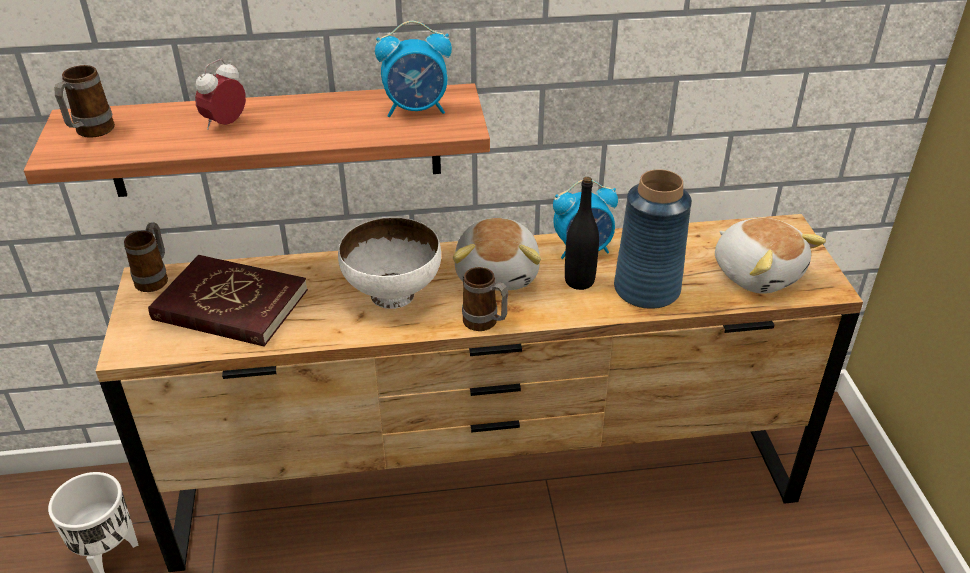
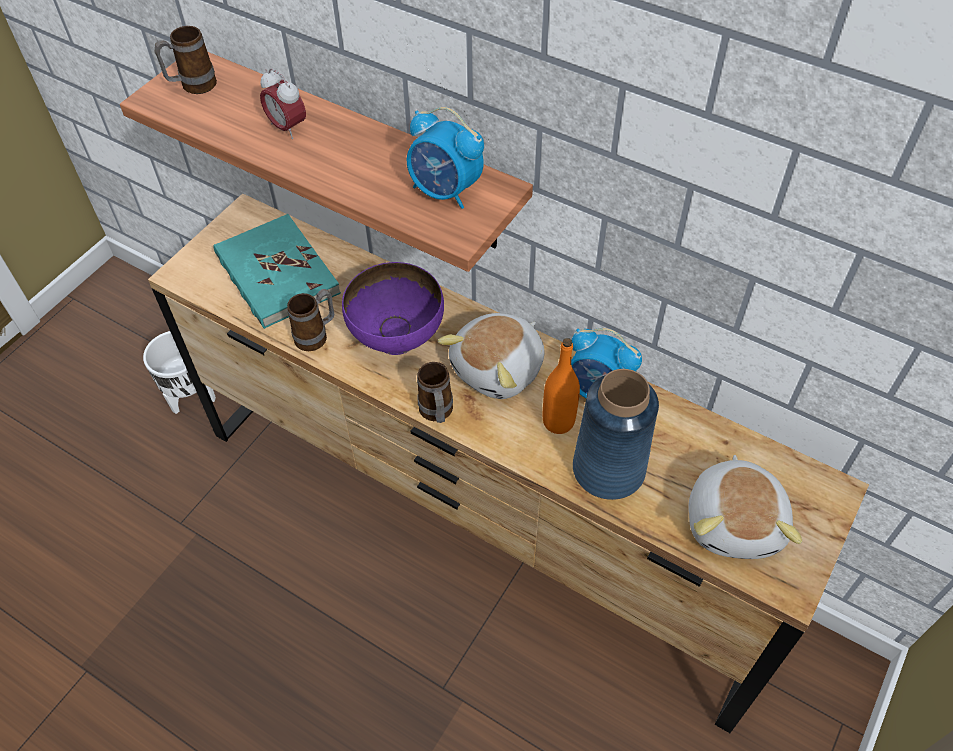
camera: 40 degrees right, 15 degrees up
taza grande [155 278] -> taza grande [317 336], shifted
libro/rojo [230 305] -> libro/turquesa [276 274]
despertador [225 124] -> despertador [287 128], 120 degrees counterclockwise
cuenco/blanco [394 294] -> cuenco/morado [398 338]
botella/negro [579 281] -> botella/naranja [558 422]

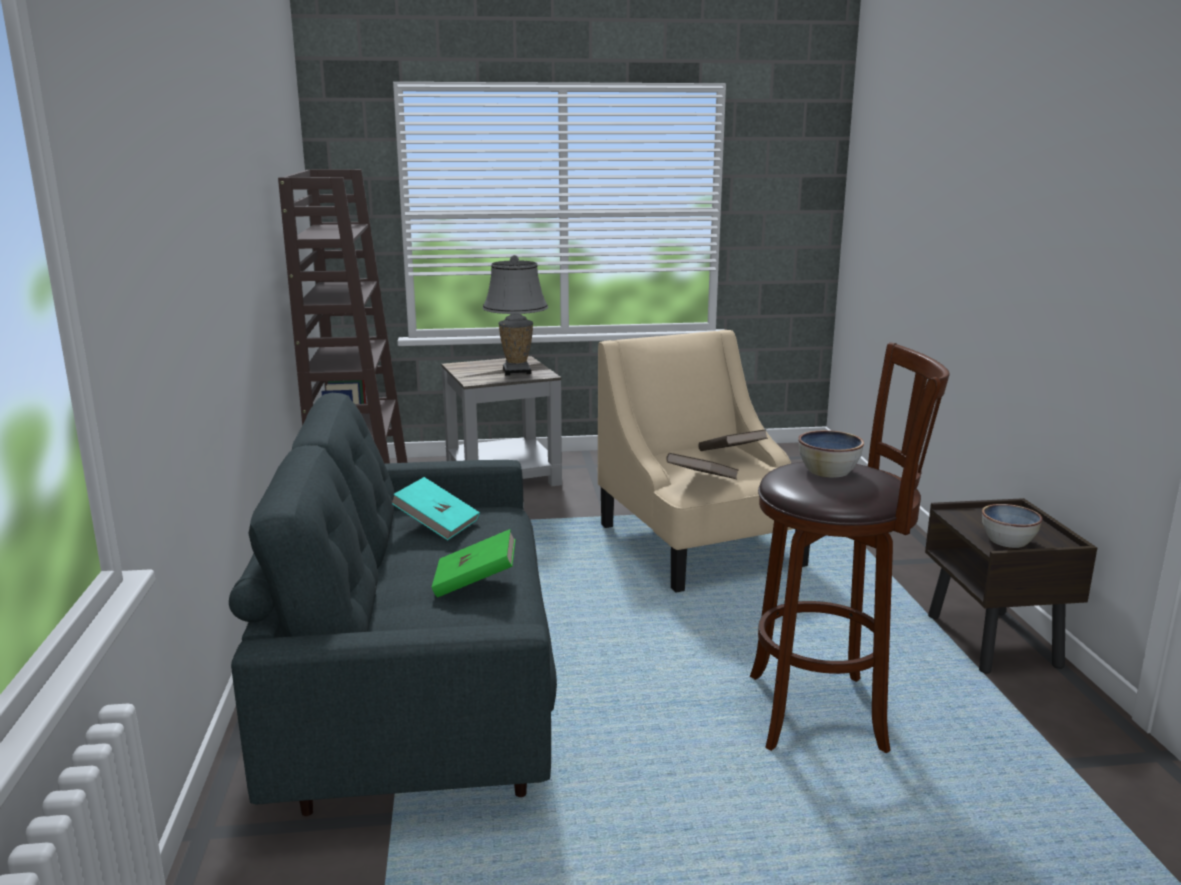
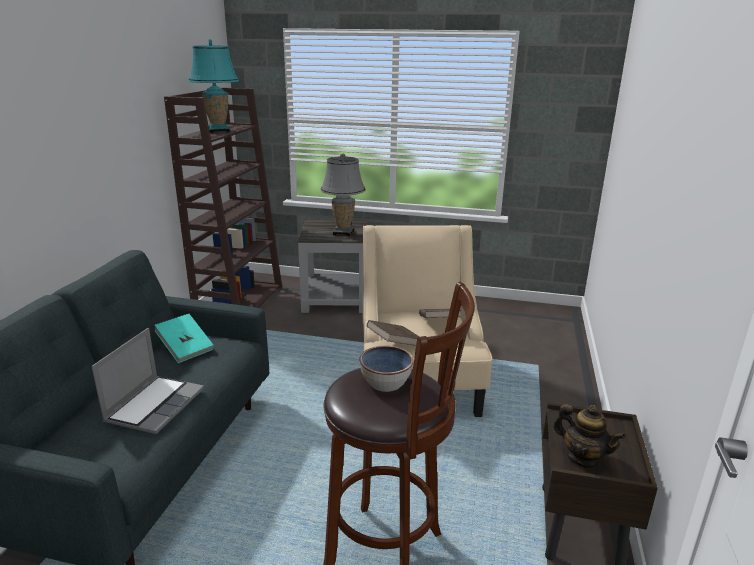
camera: 20 degrees right, 5 degrees up
libro/verde [475 583] -> portátil [155 405]
cuenco [1007 541] -> tetera [583 458]
none -> lámpara de mesa/turquesa [218 131]

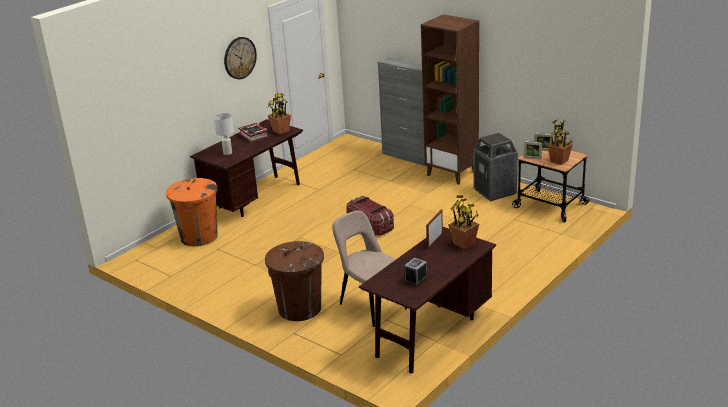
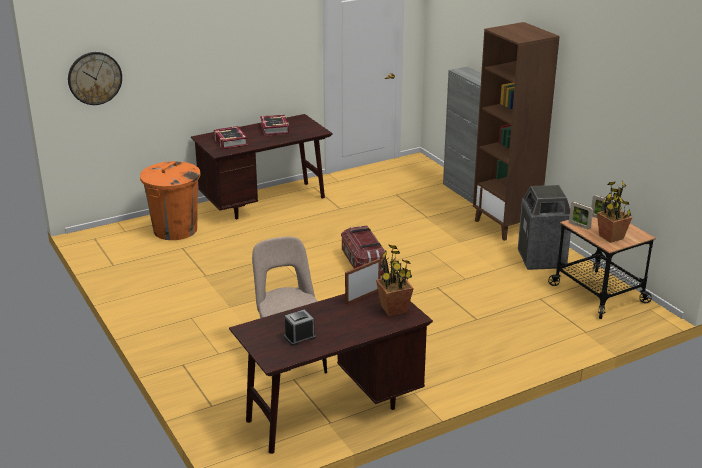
camera: 20 degrees right, 0 degrees up
lámpara de mesa/blanco [227 153] -> libro [230 141]
reloj de pared [239 58] -> reloj de pared [95 78], shifted
papelera/marrón [299 308] -> none
planta en maceta [280 131] -> none

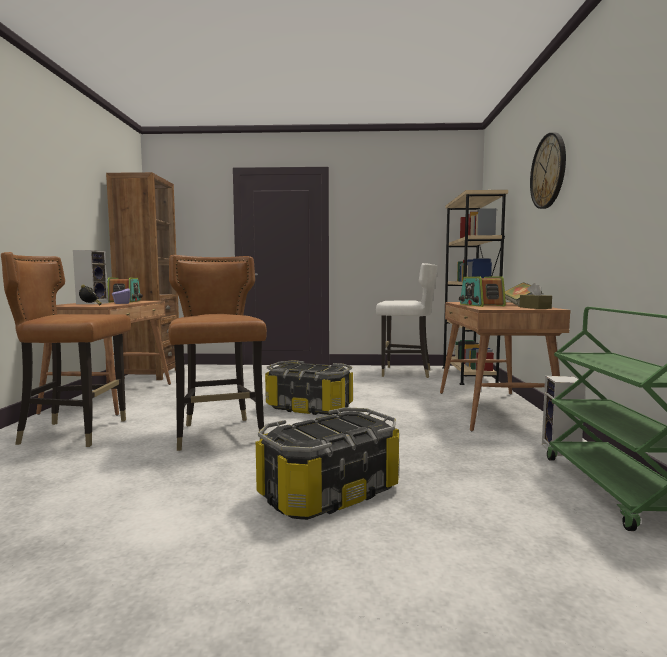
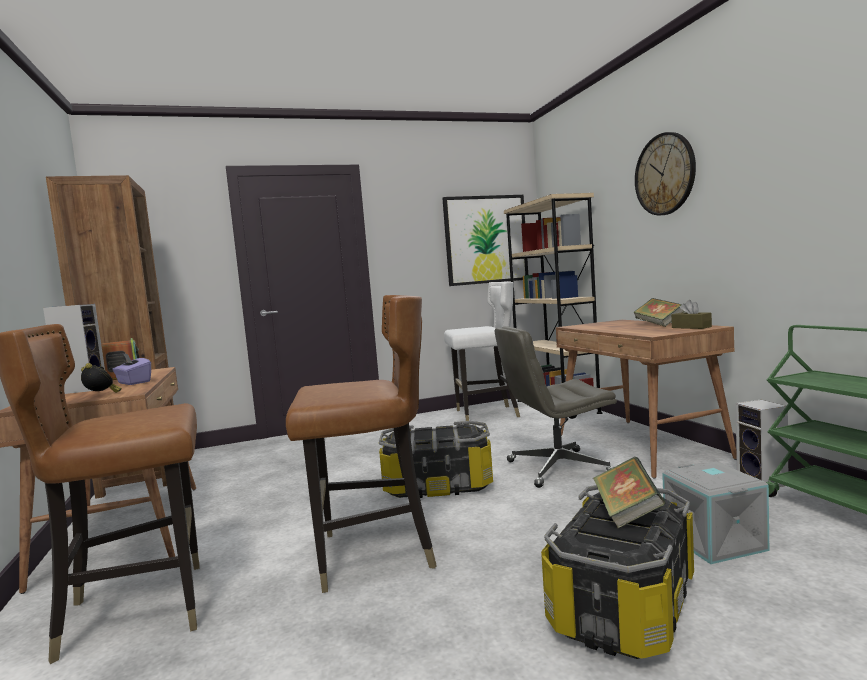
camera: 20 degrees left, 0 degrees up
silla/marrón [220 434] -> silla/marrón [373 554], 120 degrees clockwise
radio [481 305] -> none
none -> cuadro [485 240]
none -> silla de oficina/gris [557 468]
none -> libro [627 513]
none -> caja de almacenaje/gris [716 541]

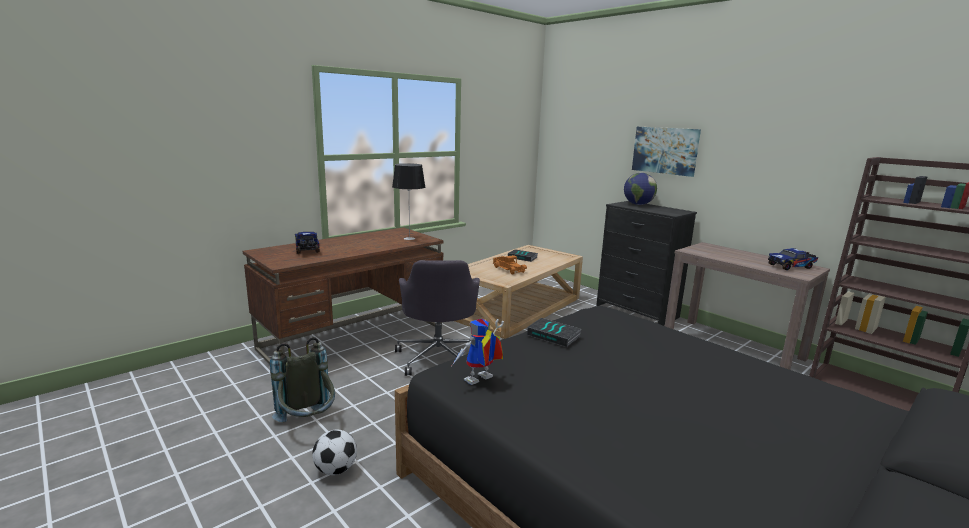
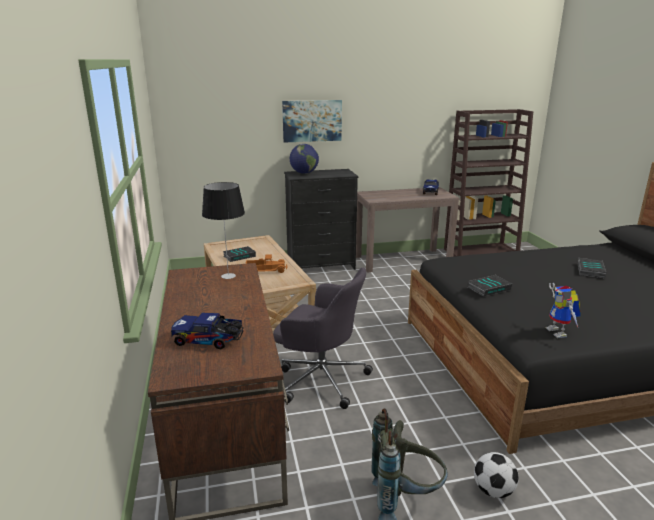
camera: 60 degrees left, 5 degrees up
none -> libro [589 270]

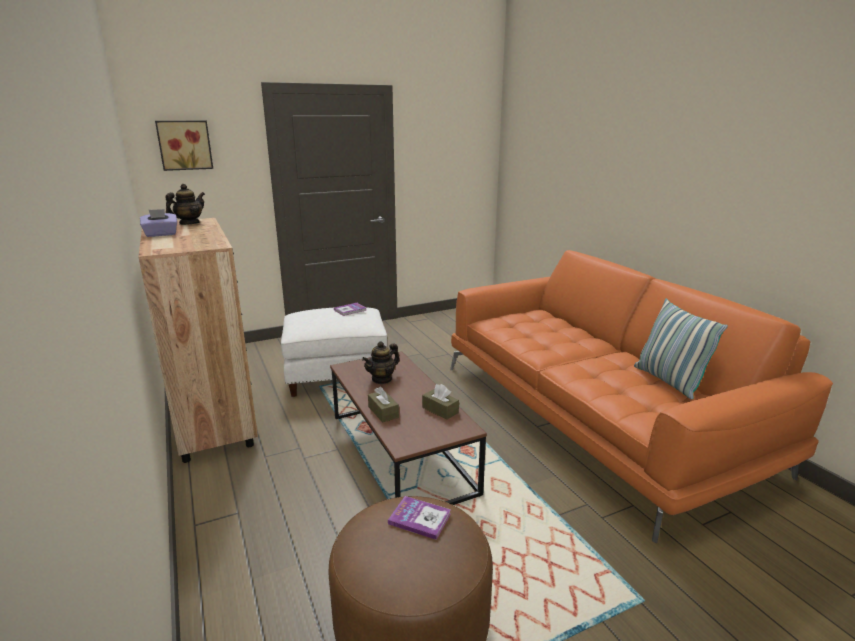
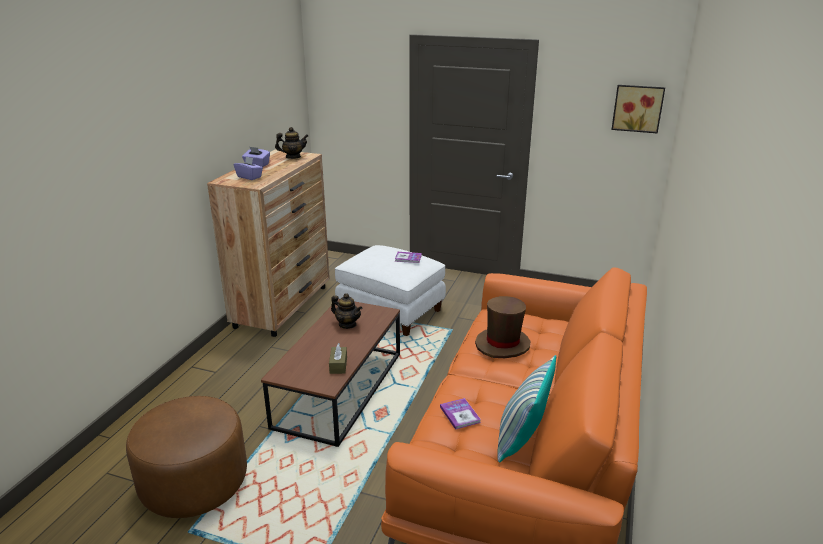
camera: 45 degrees right, 5 degrees up
cuadro [184 145] -> cuadro [637 108], shifted
tetera [382 379] -> tetera [347 324], 150 degrees counterclockwise
caja de pañuelos/marrón [383 412] -> none
libro [419 518] -> libro [460 414], shifted
none -> caja de pañuelos/morado [249 177]
none -> sombrero/marrón [502 344]

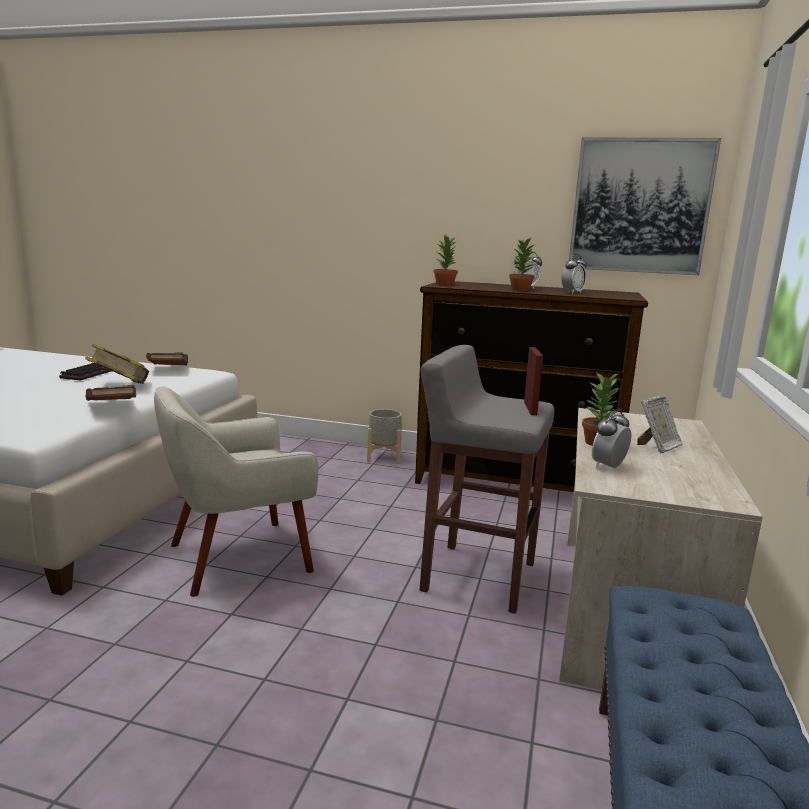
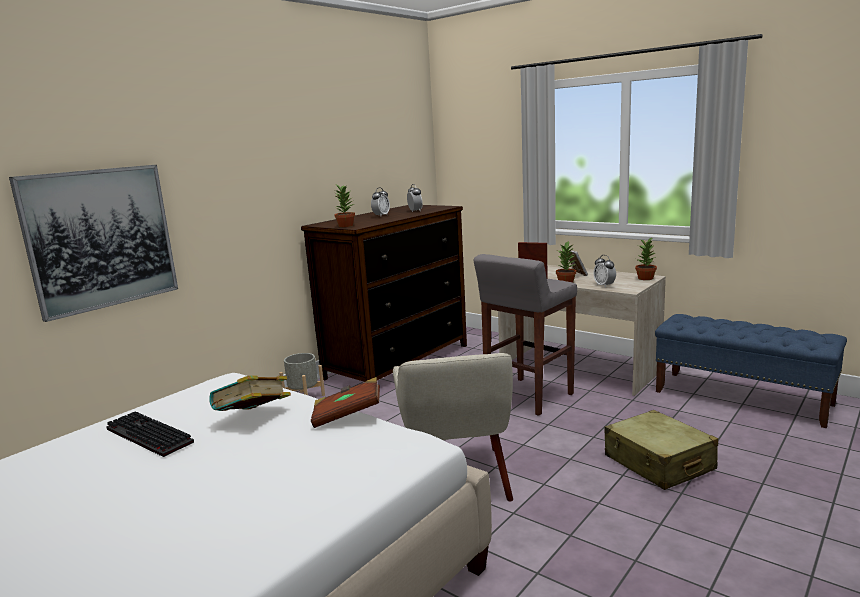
camera: 65 degrees left, 0 degrees up
libro/marrón [169 370] -> none
planta en maceta [520 290] -> planta en maceta [646 278], shifted
cuadro [640 206] -> cuadro [101 238], shifted
none -> maleta/beis [658 463]

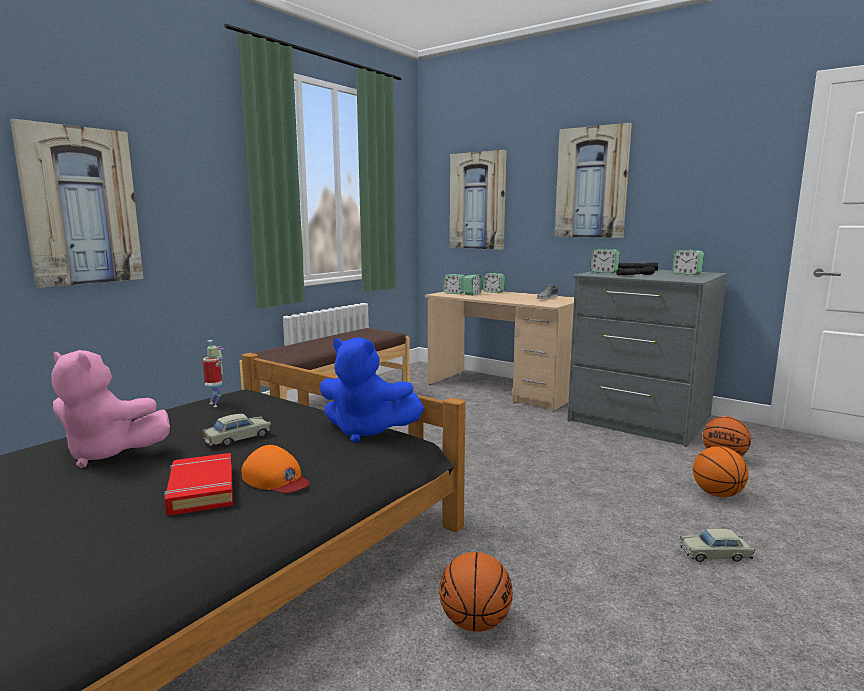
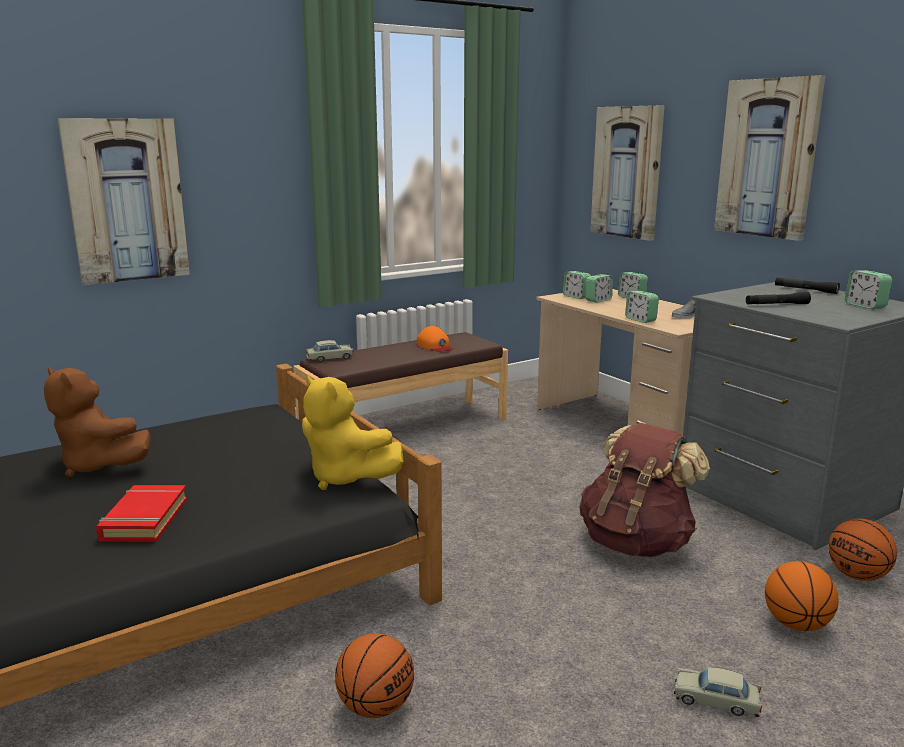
camera: 20 degrees right, 5 degrees up
peluche/rosa [108 454] -> peluche/marrón [99 466]
coche de juguete/beis [237 438] -> coche de juguete/beis [329 358], shifted
robot de juguete [216 404] -> none
gorra/naranja [276 479] -> gorra/naranja [435 346], shifted
peluche/azul [366 431] -> peluche/amarillo [345 478]
despertador [604 272] -> despertador [640 320], shifted
none -> mochila/marrón [636 542]

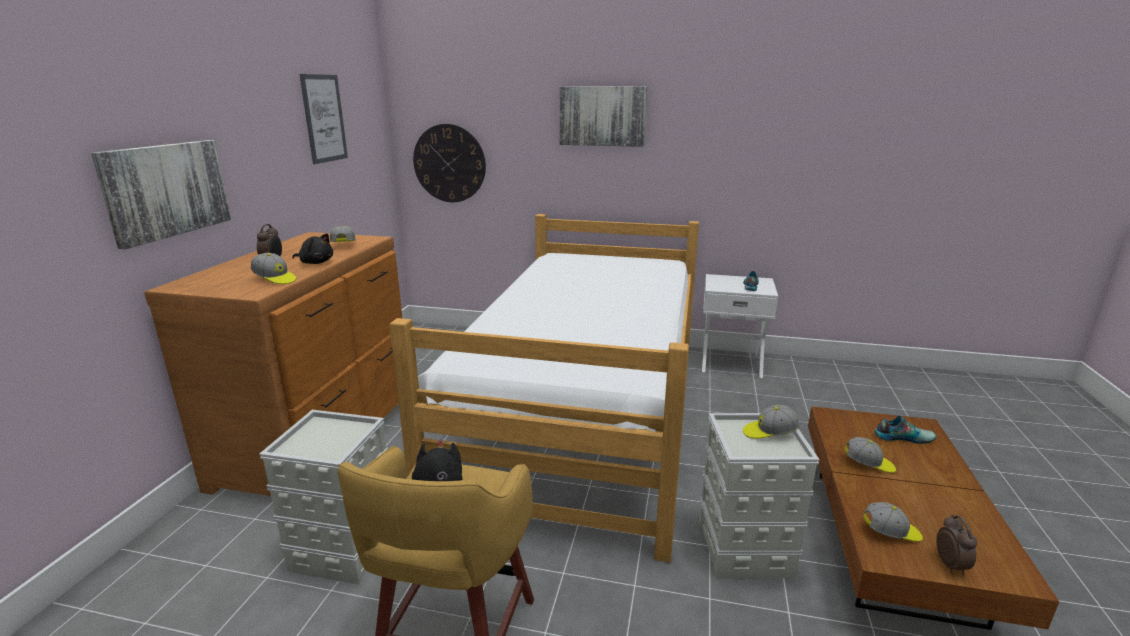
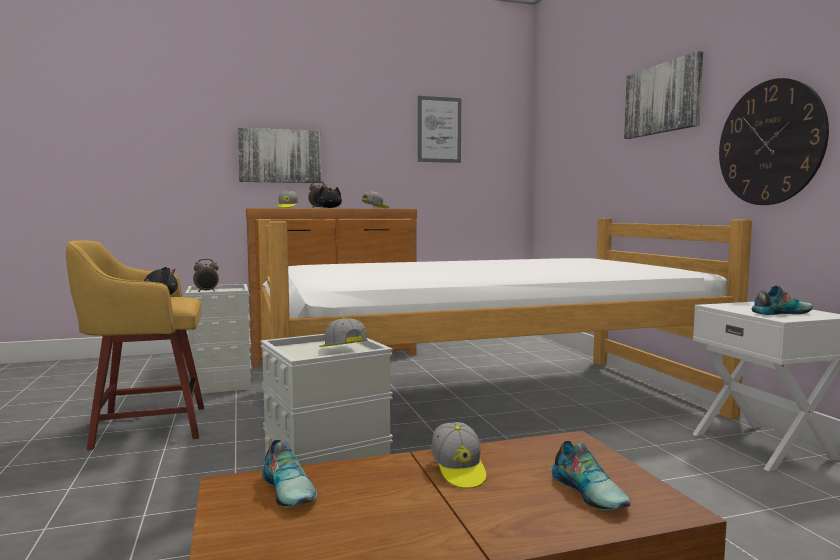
camera: 60 degrees right, 15 degrees down
reloj de pared [449 163] -> reloj de pared [770 143], shifted
gorra [891 533] -> zapato [290 489]
despertador [951 565] -> despertador [206 291], shifted

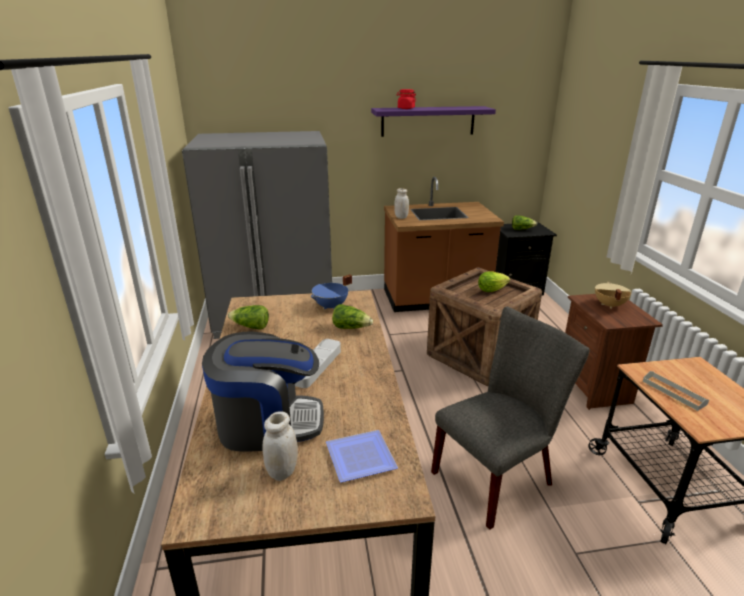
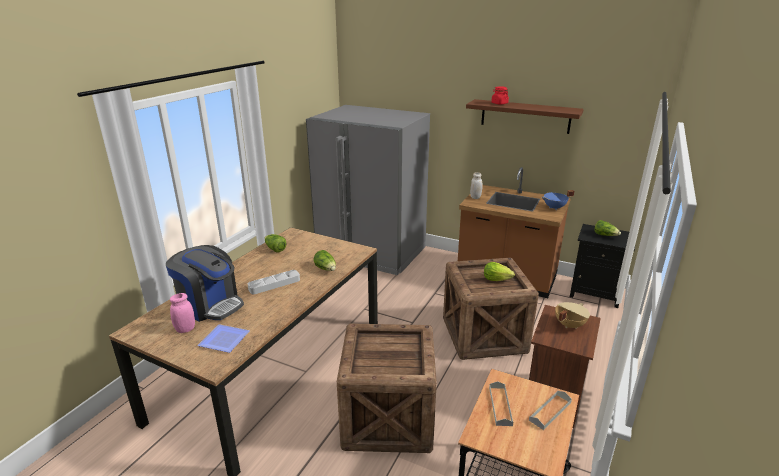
camera: 35 degrees right, 0 degrees up
tarro/blanco [282 471] -> tarro/rosa [185 329]
olla/azul [331 306] -> olla/azul [554 208], shifted
estante/morado [428 121] -> estante/marrón [525 116]
silla/gris [498 476] -> caja de embalaje [389 419]
none -> bandeja/gris [550 411]

